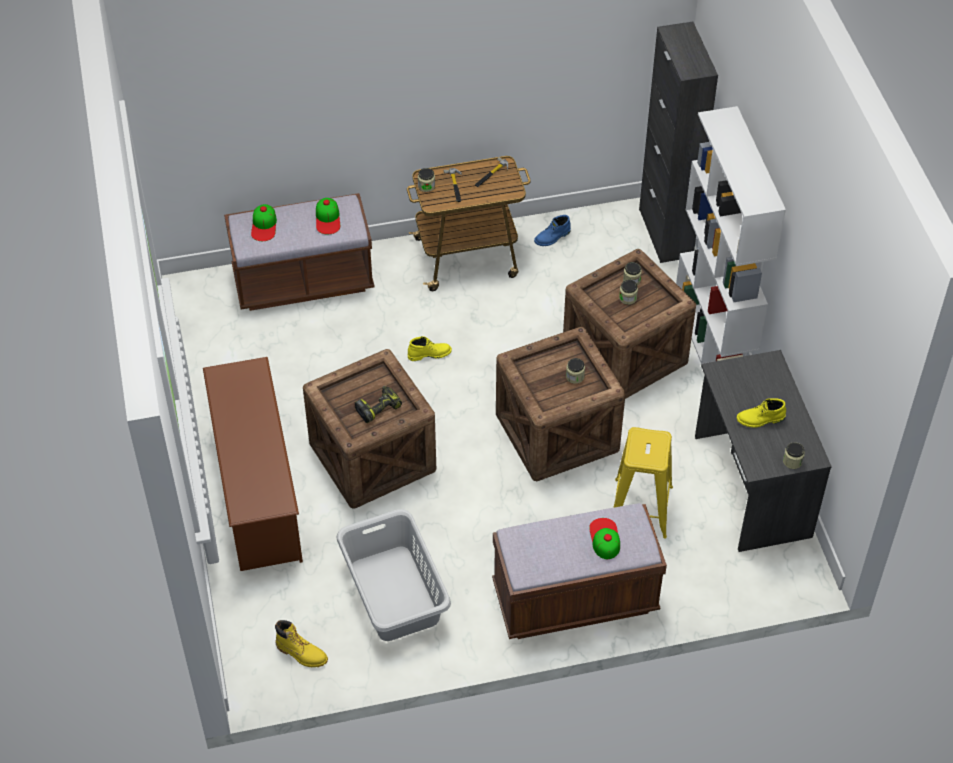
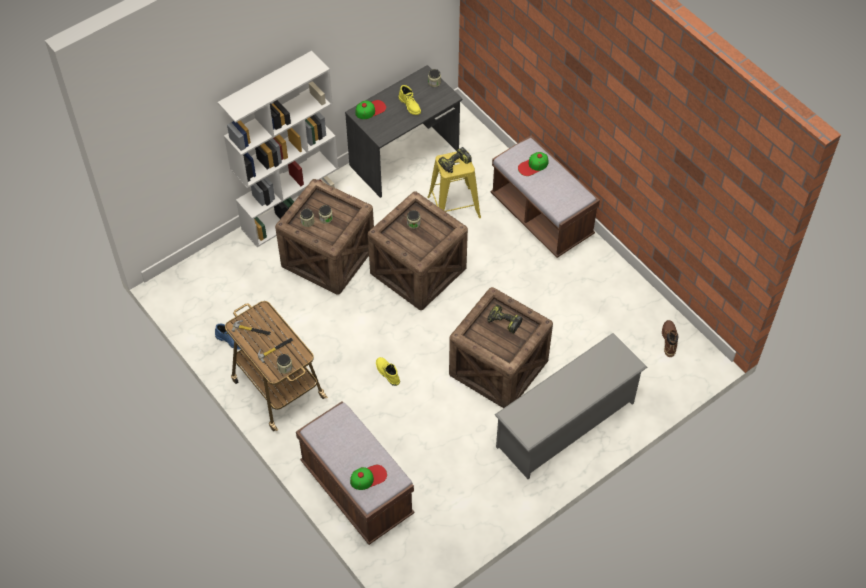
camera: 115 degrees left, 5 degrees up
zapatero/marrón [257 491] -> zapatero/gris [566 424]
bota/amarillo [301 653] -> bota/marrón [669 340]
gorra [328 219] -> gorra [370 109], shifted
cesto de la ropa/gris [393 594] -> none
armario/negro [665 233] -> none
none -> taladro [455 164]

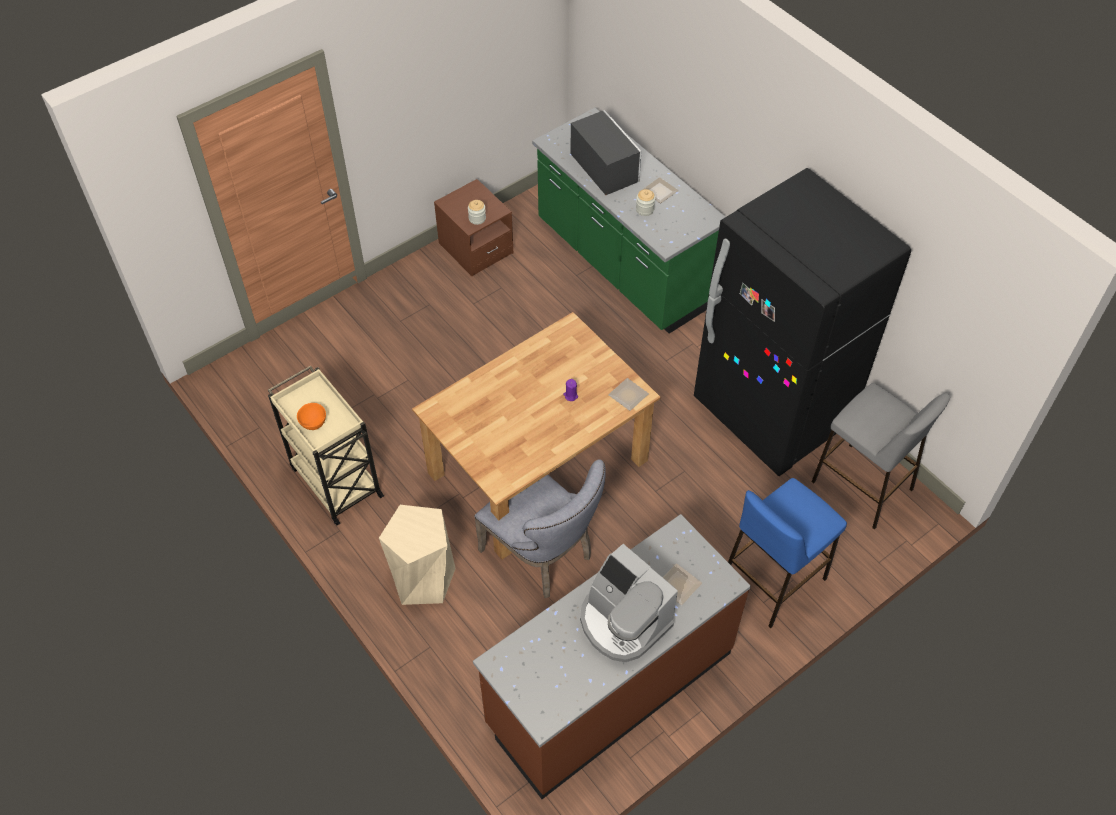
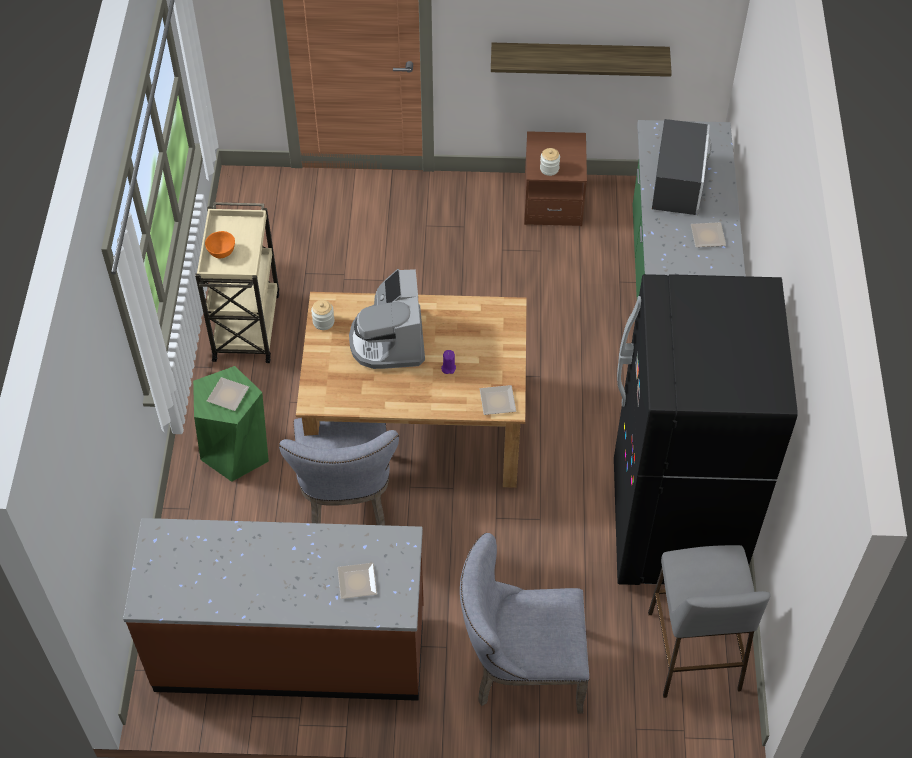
camera: 40 degrees right, 0 degrees up
taburete/beis [423 579] -> taburete/verde [236 451]
cafetera [623 621] -> cafetera [389 340], shifted
tarro [645 209] -> tarro [323 322], shifted
taburete/azul [773 580] -> silla/gris [520 670]
none -> plato [226 396]
none -> estante [579 58]

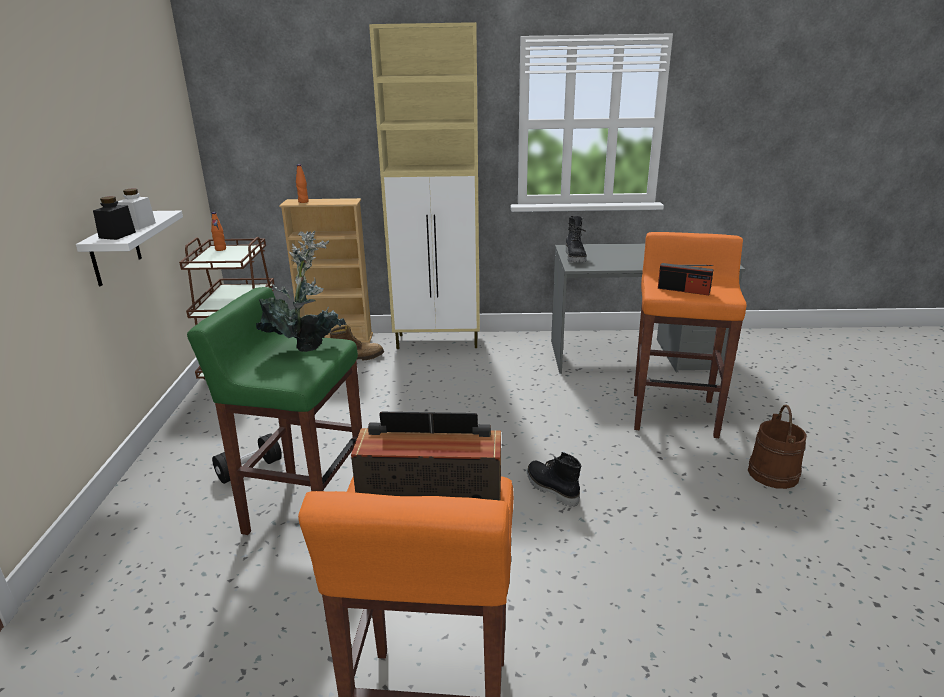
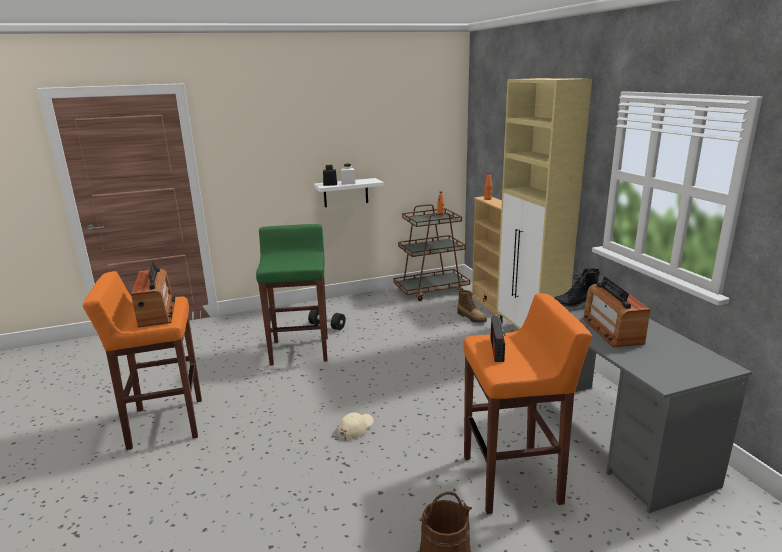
camera: 70 degrees right, 5 degrees down
planta en maceta [307 345] -> none
bota/negro [551 489] -> gorra/beis [355 427]
none -> radio [611 330]

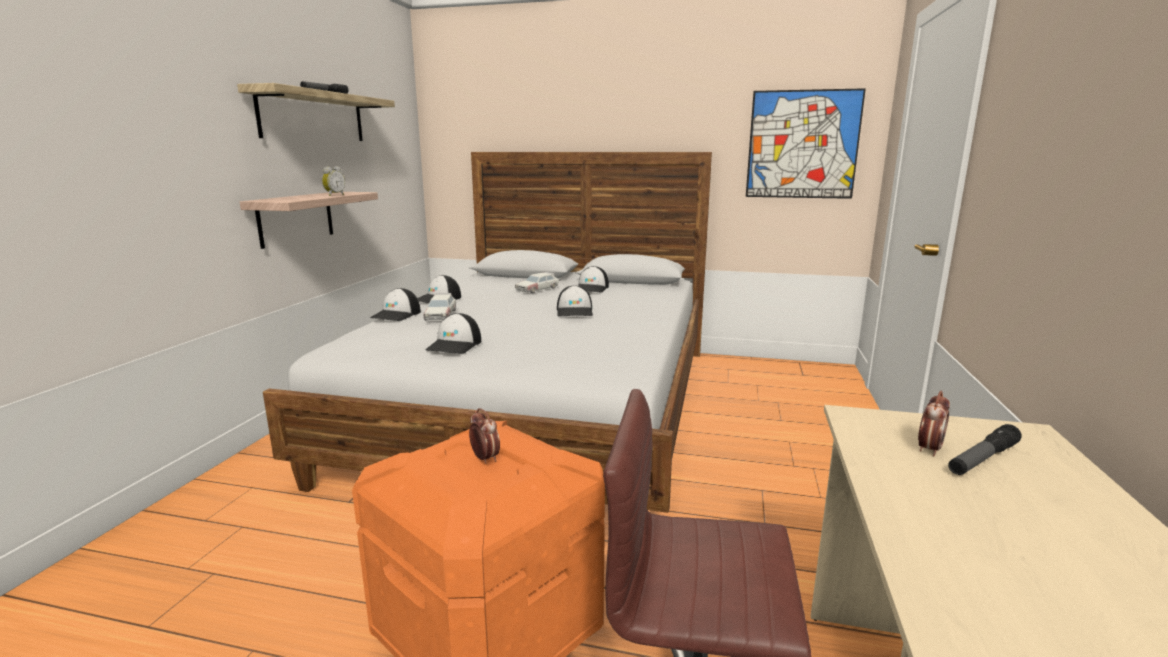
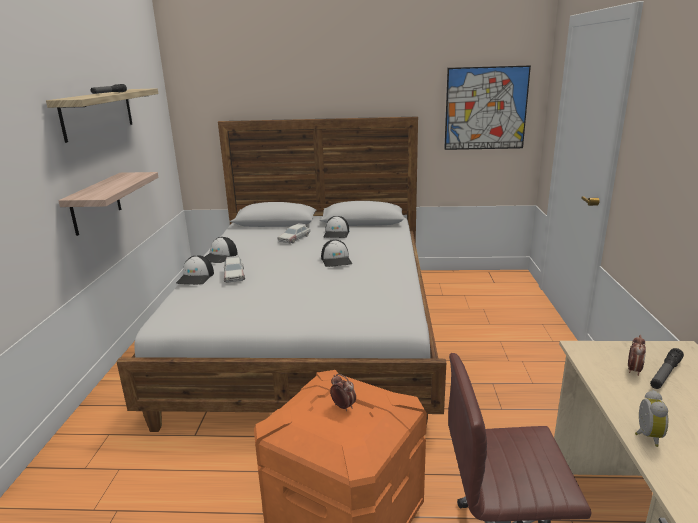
camera: 10 degrees left, 5 degrees up
despertador [334 195] -> despertador [646 436], shifted
gorra [455 345] -> none

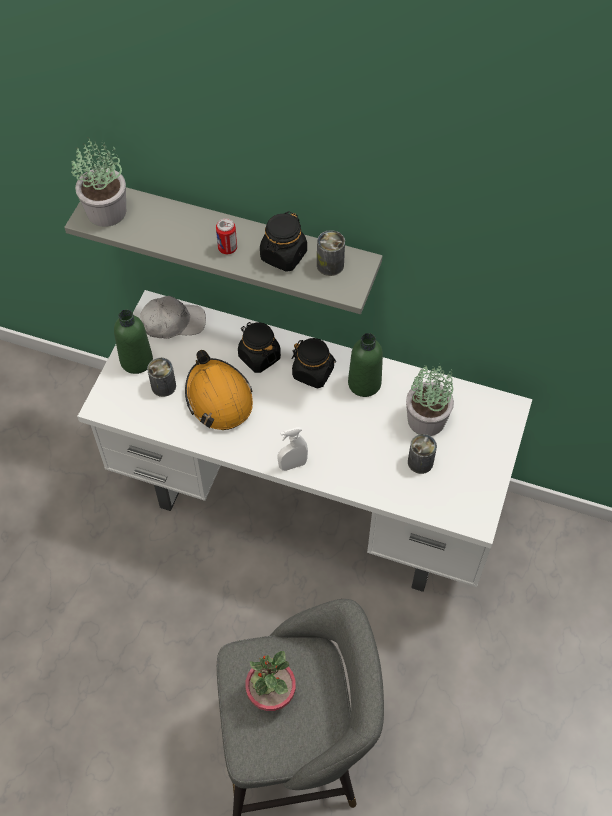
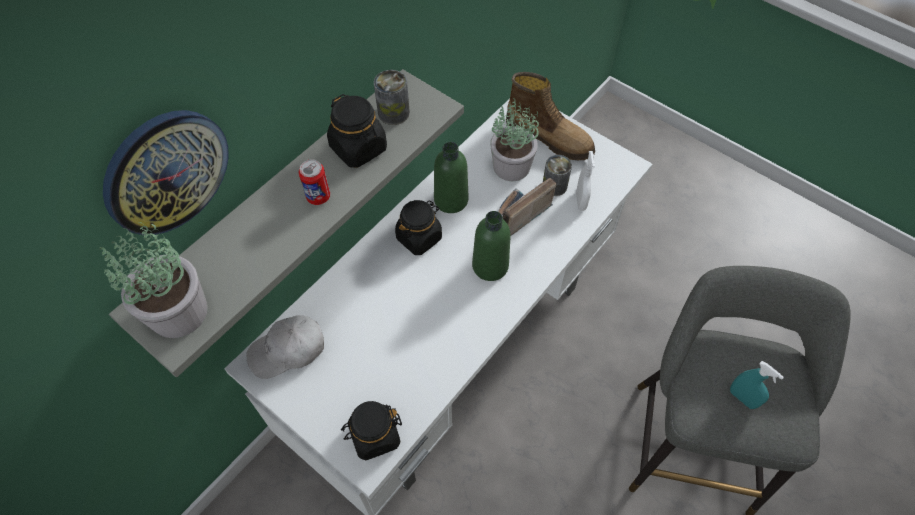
camera: 70 degrees left, 0 degrees up
botella/verde [136 360] -> botella/verde [490 266], shifted
gorra/blanco [173 322] -> gorra/blanco [288 350], 120 degrees counterclockwise
lata [163 386] -> none
casco/naranja [218 398] -> none
tarro/negro [259 357] -> tarro/negro [374 436], shifted
planta en maceta [271 695] -> pulverizador/turquesa [742 398]
pulverizador/blanco [292 465] -> pulverizador/blanco [581 201], shifted
none -> reloj de pared [166 171]
none -> radio [517 215]
none -> bota [549 137]

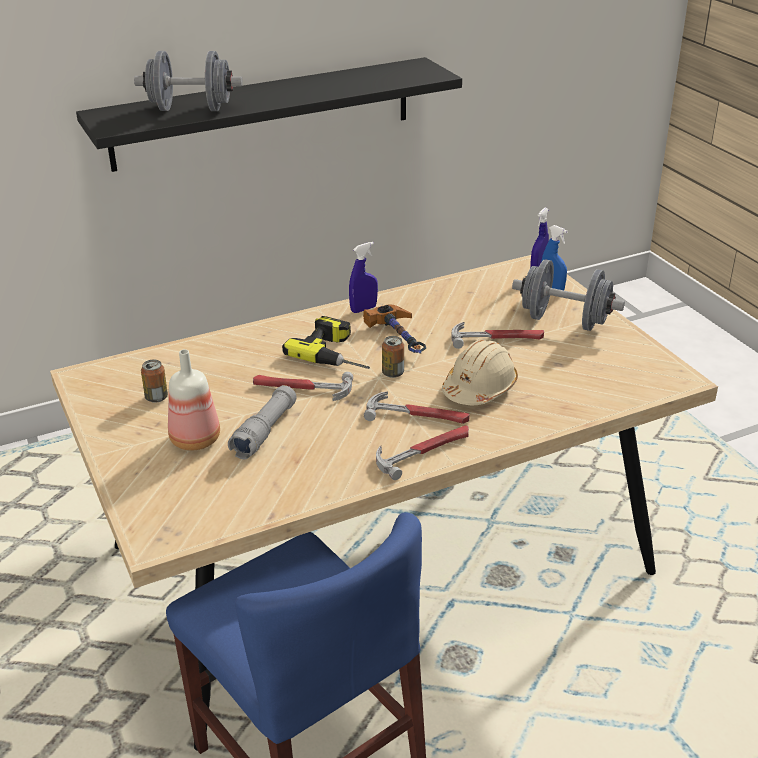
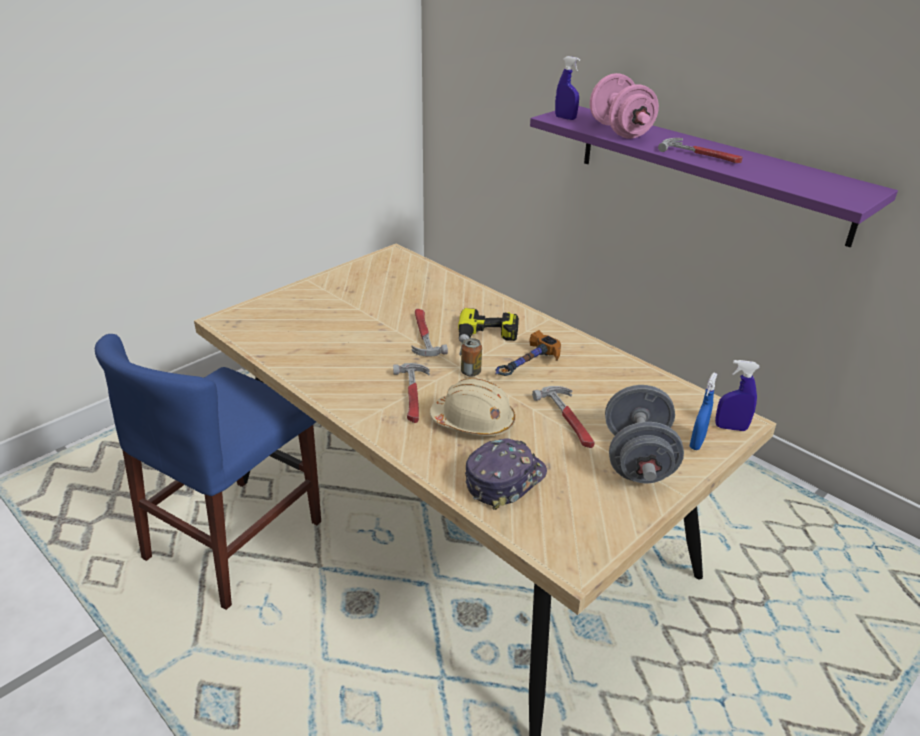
camera: 70 degrees right, 0 degrees up
estante/negro [263 113] -> estante/morado [709 171]
mancuerna/gris [191 109] -> mancuerna/rosa [620 131]
lata [156 397] -> none
botella [194 439] -> none
linterna/gris [265 431] -> none
pulverizador/azul [363 309] -> pulverizador/azul [565 118], shifted
martillo [424 451] -> martillo [701 155], shifted
none -> gorra [504 480]

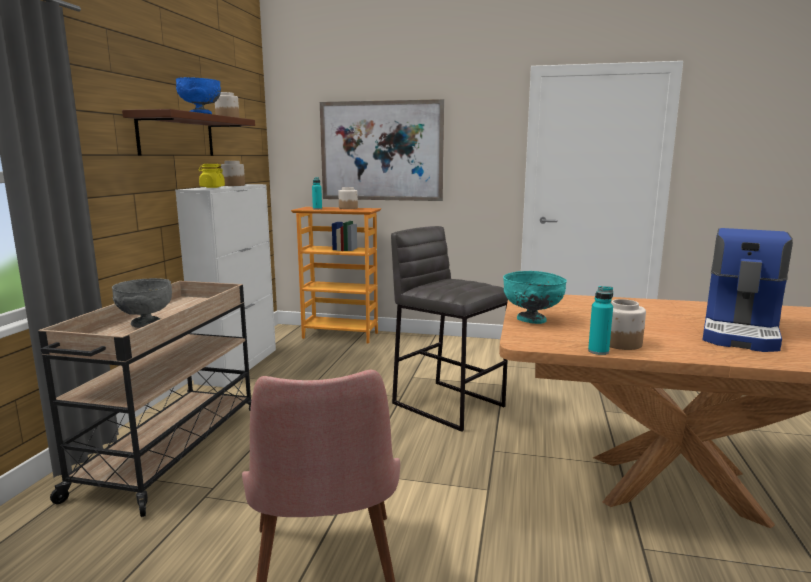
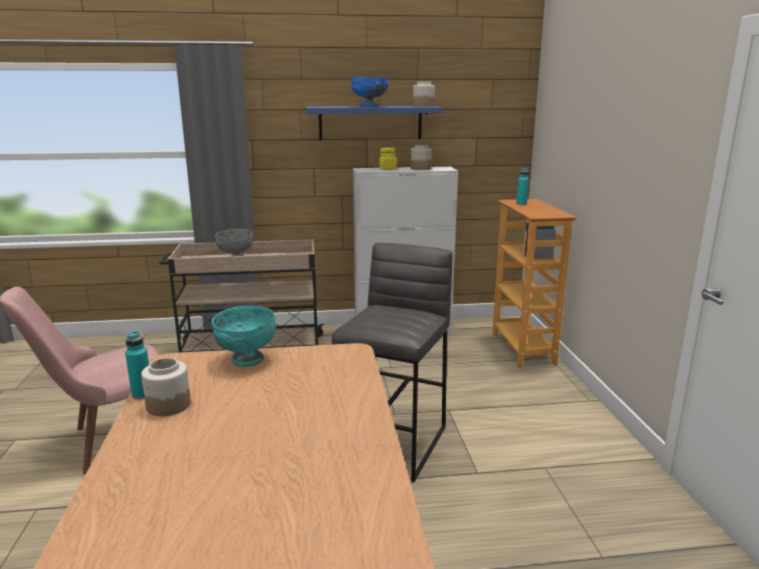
camera: 70 degrees right, 5 degrees up
estante/marrón [177 135] -> estante/azul [370 123]
cuadro [381 151] -> none
tarro [348 208] -> none
cafetera [741 332] -> none

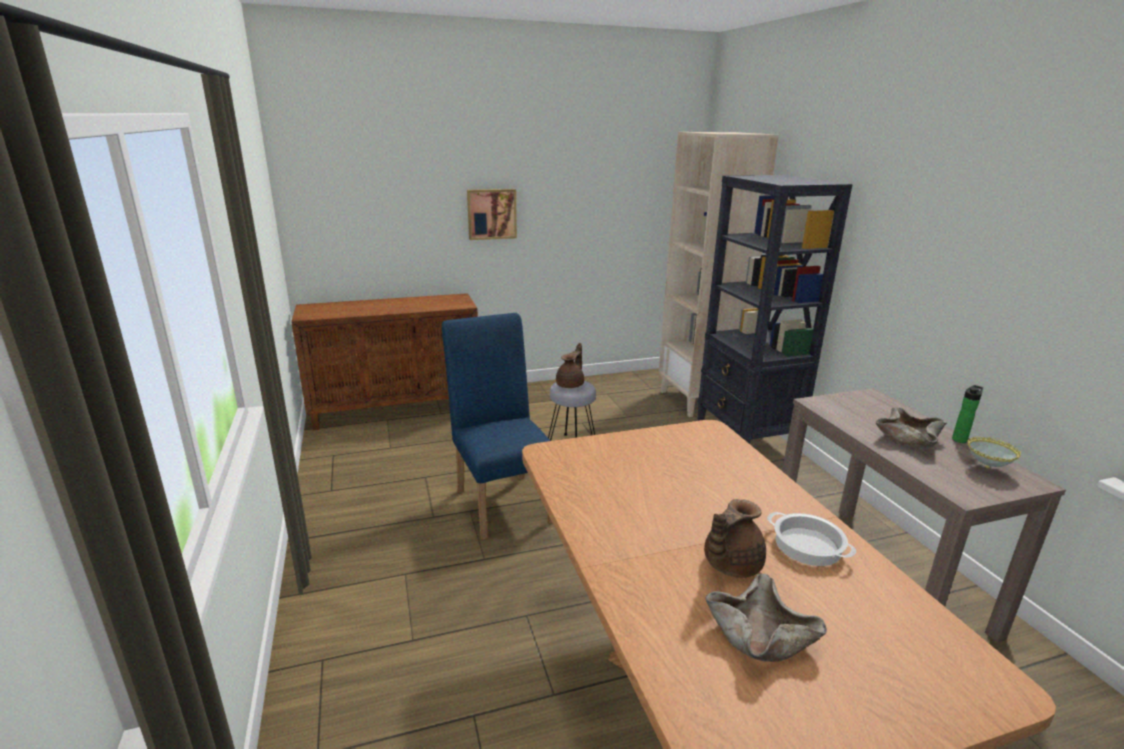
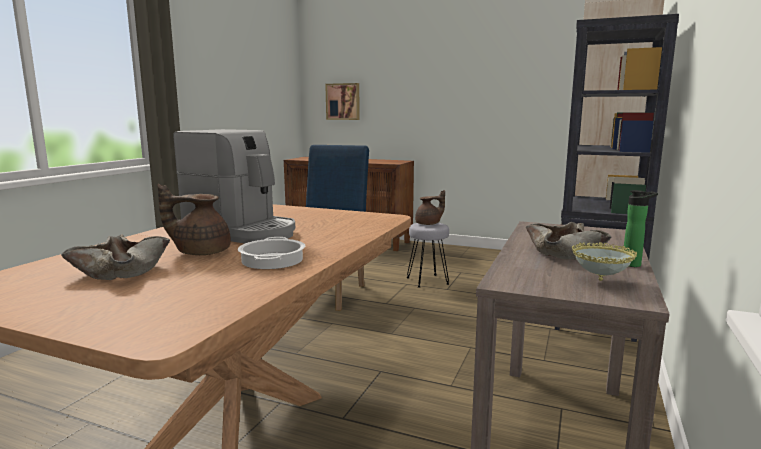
camera: 40 degrees right, 10 degrees down
cuadro [491 214] -> cuadro [343 101], shifted
none -> cafetera [243 232]

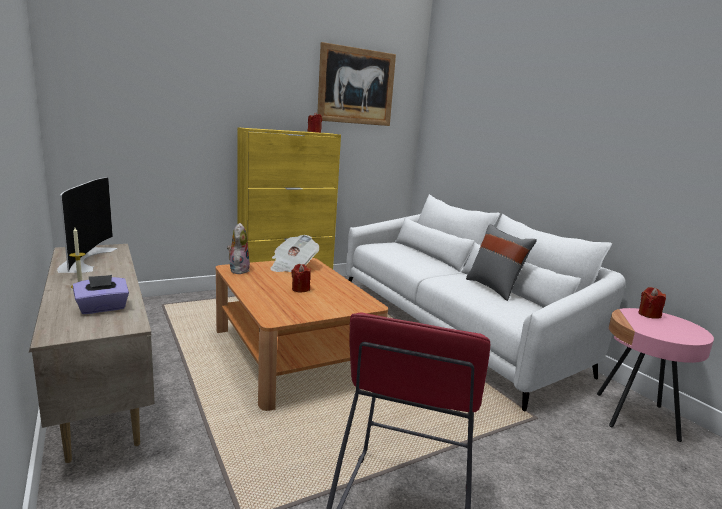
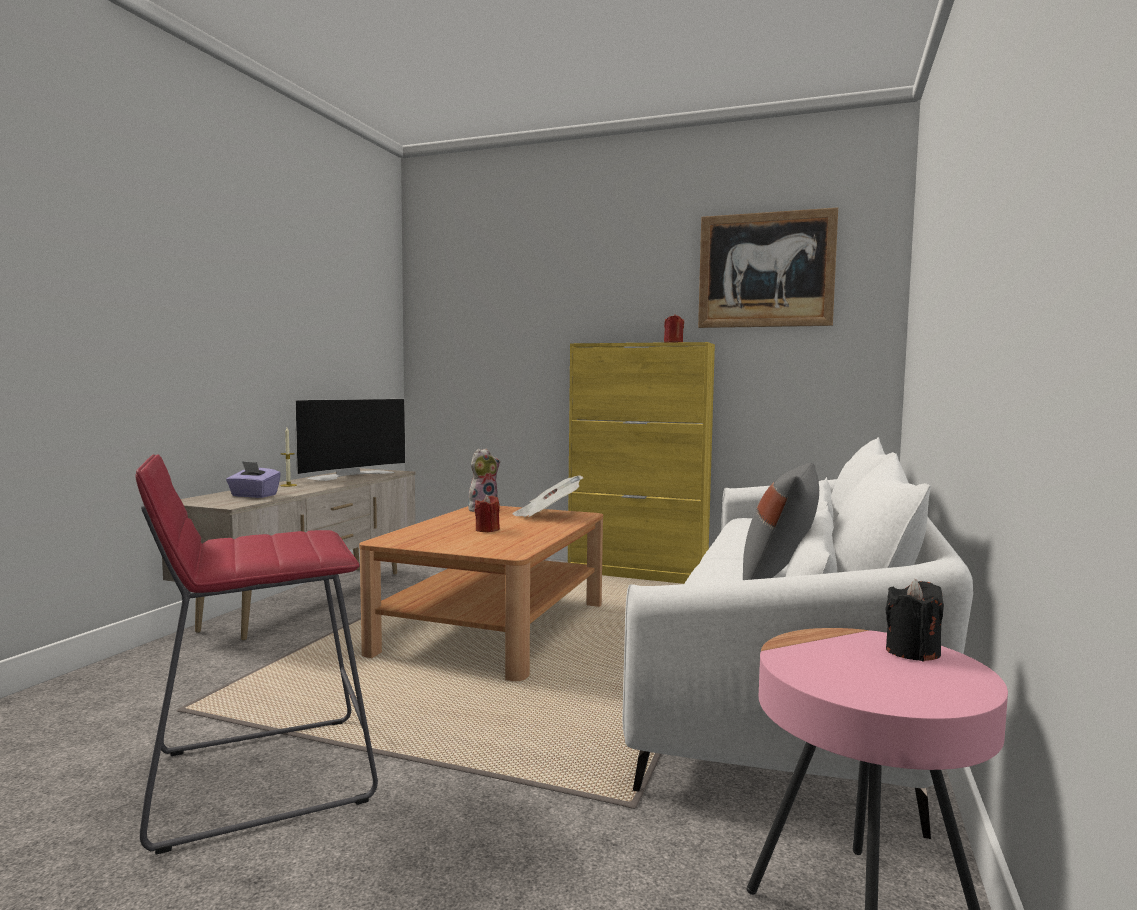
camera: 50 degrees right, 10 degrees down
vela/rojo [649 315] -> vela/negro [912 652]

